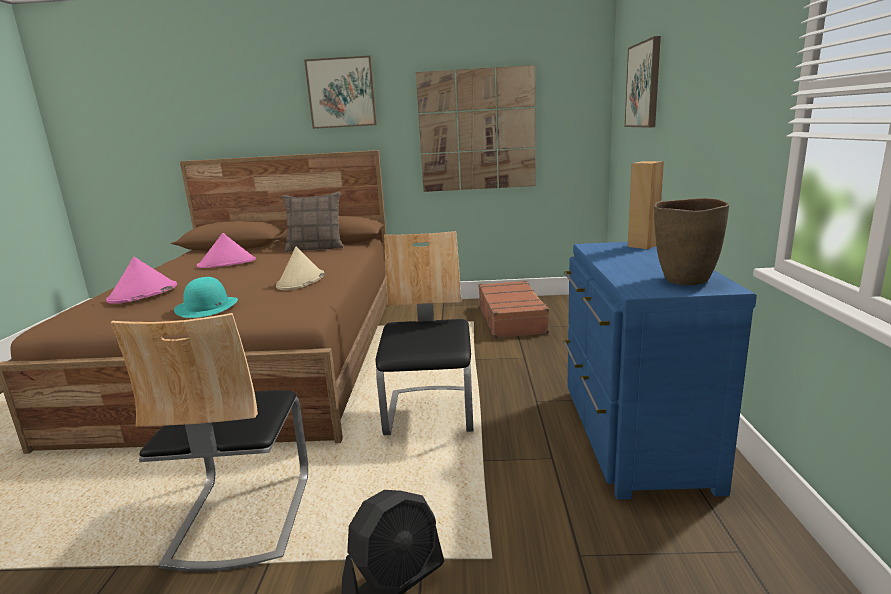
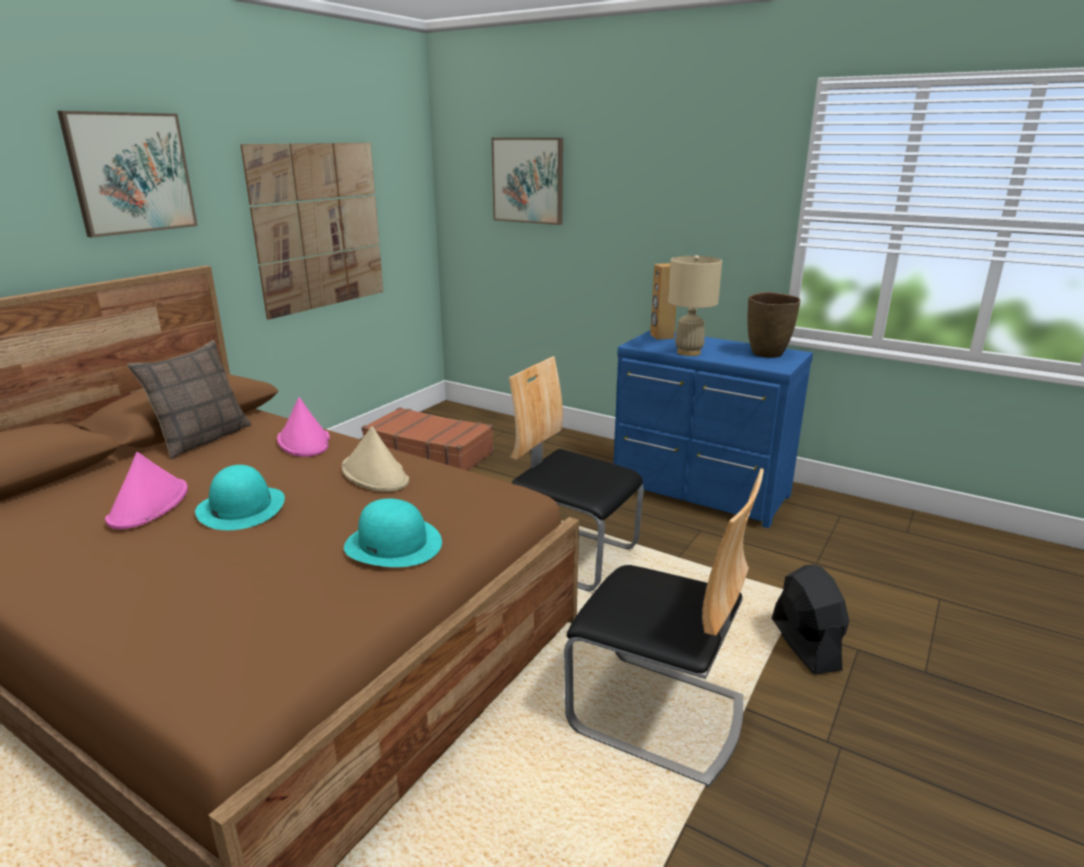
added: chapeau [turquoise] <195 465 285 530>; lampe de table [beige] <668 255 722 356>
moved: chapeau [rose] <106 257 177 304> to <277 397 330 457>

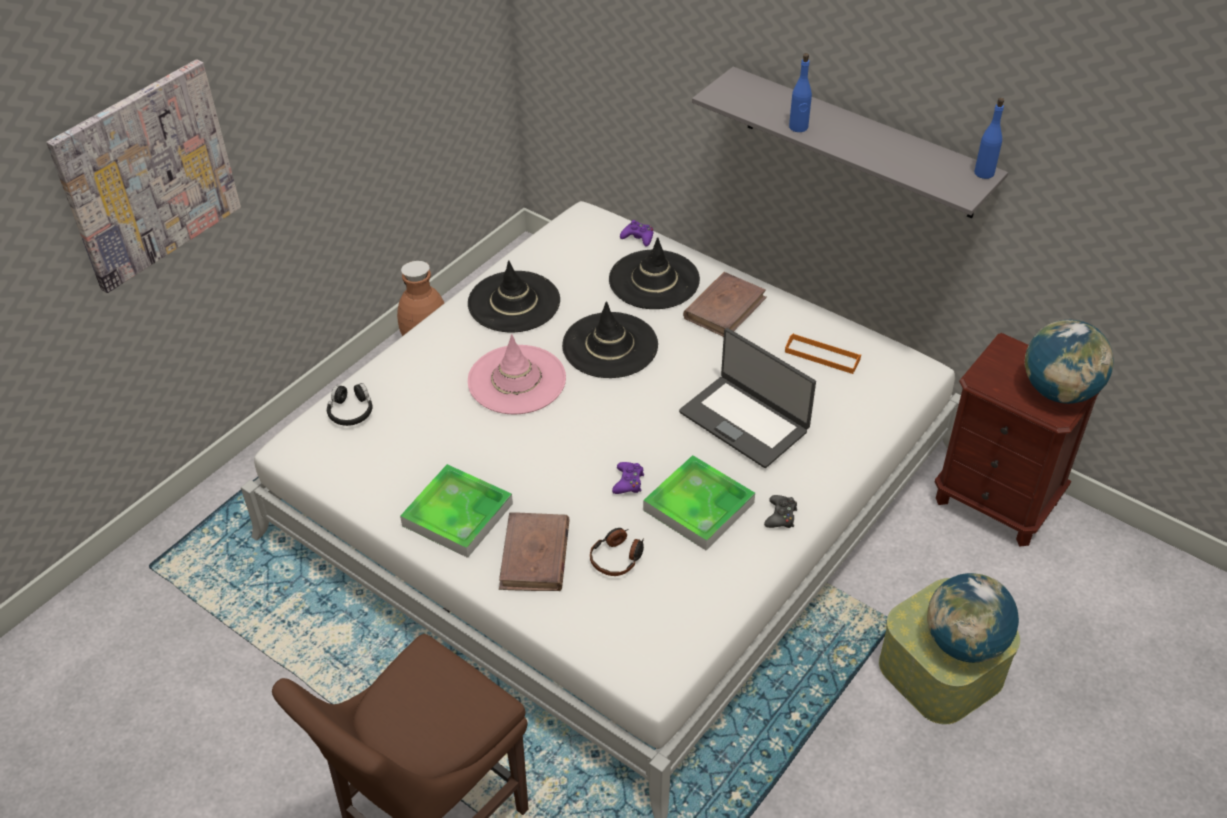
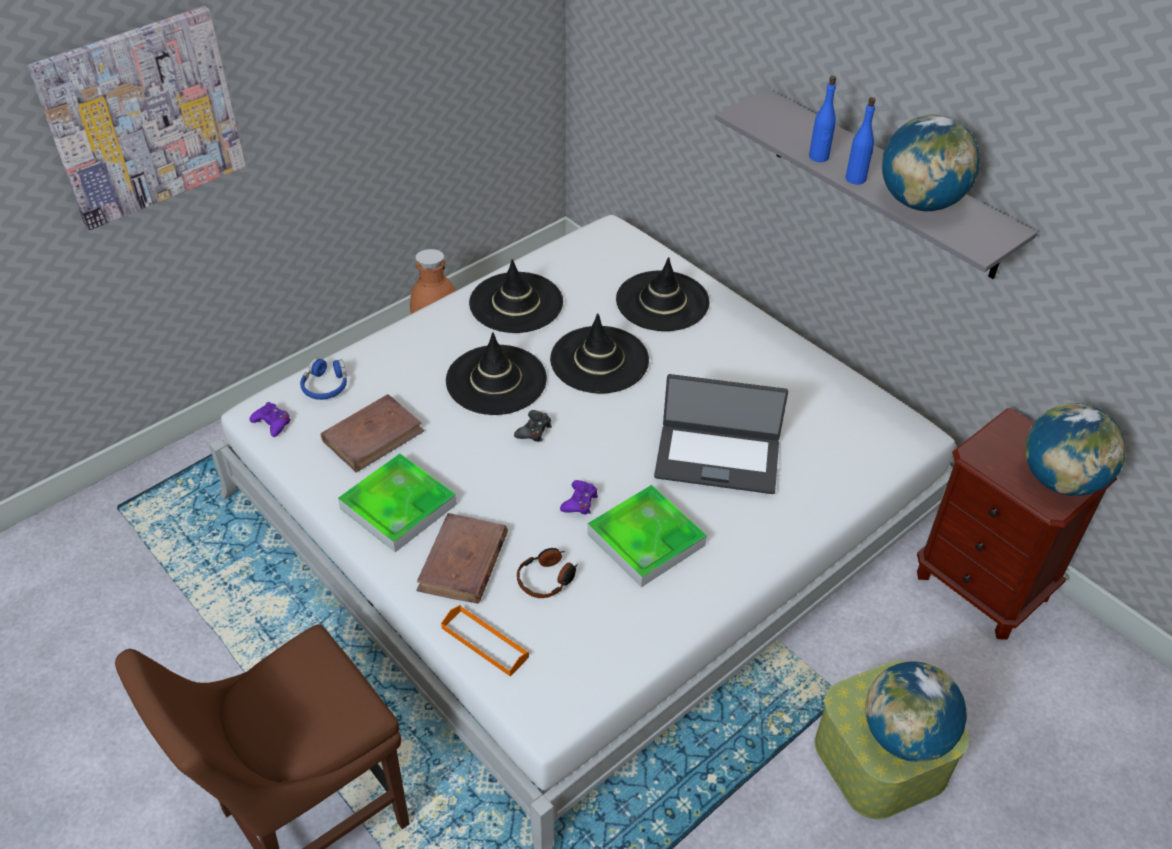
added: globe <882 114 980 211>
moved: manette [violet] <620 220 653 246> to <250 402 291 437>; livre [marron] <683 272 767 337> to <321 394 424 472>; manette [noir] <764 495 797 528> to <514 410 552 442>; plateau [orange] <785 333 861 374> to <441 605 529 677>; bouteille [bleu] <974 98 1004 179> to <845 97 876 185>
recoloured: casque audio [noir] <327 383 373 426> to casque audio [bleu] <300 358 347 400>; chapeau [rose] <468 334 566 414> to chapeau [noir] <446 332 547 415>
turned: ordinateur portable <679 328 816 468> = <654 374 788 494> 45 degrees counterclockwise

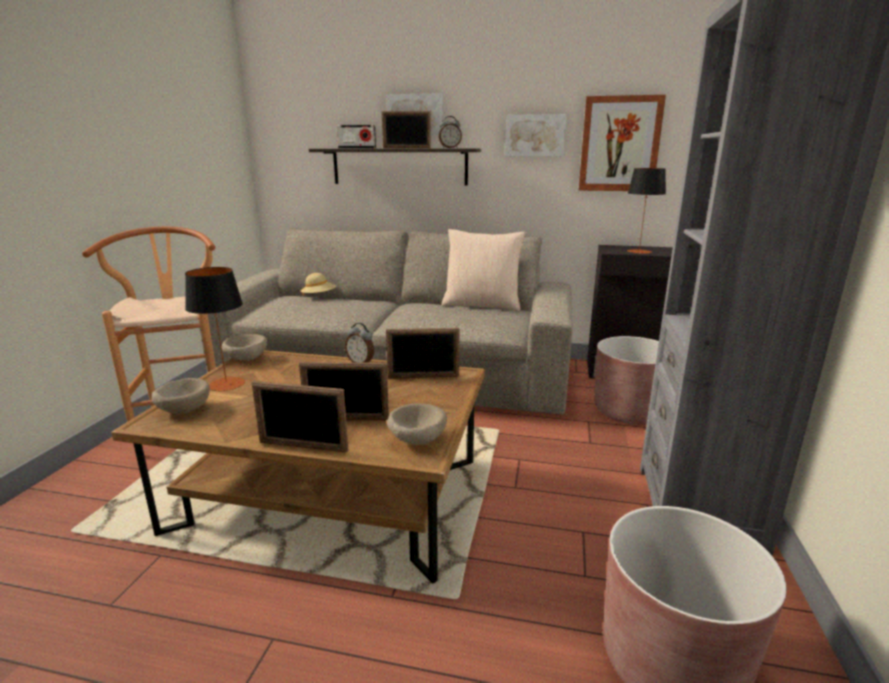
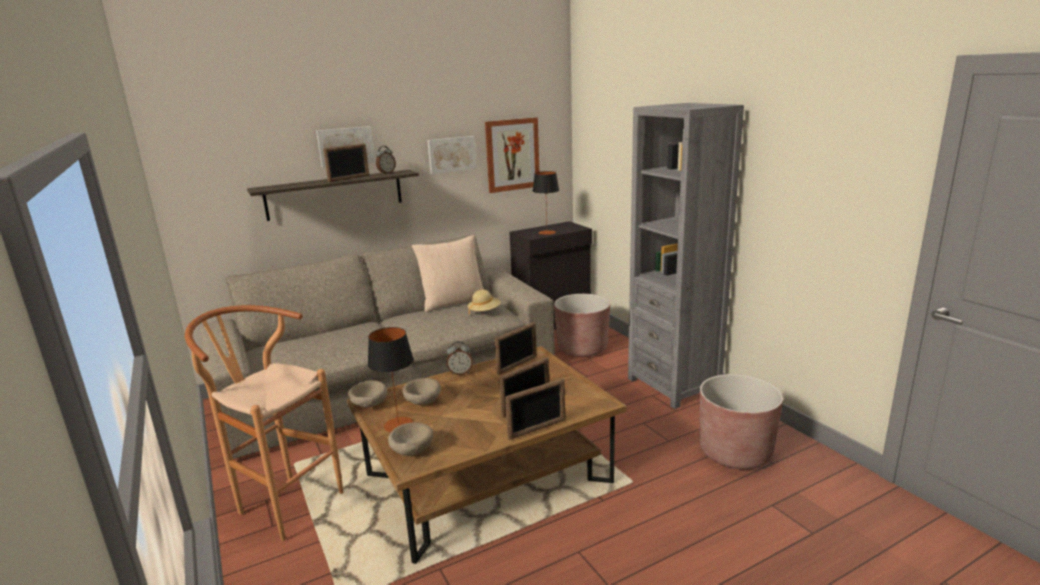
removed: radio <337 125 376 148>
moved: chapeau [beige] <301 273 336 296> to <467 289 501 316>; bol [beige] <387 403 447 445> to <402 378 441 405>

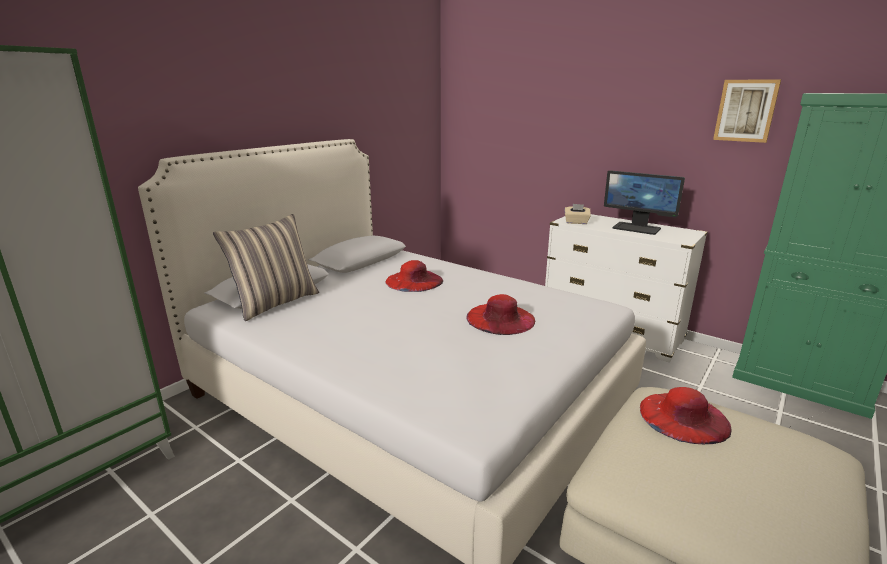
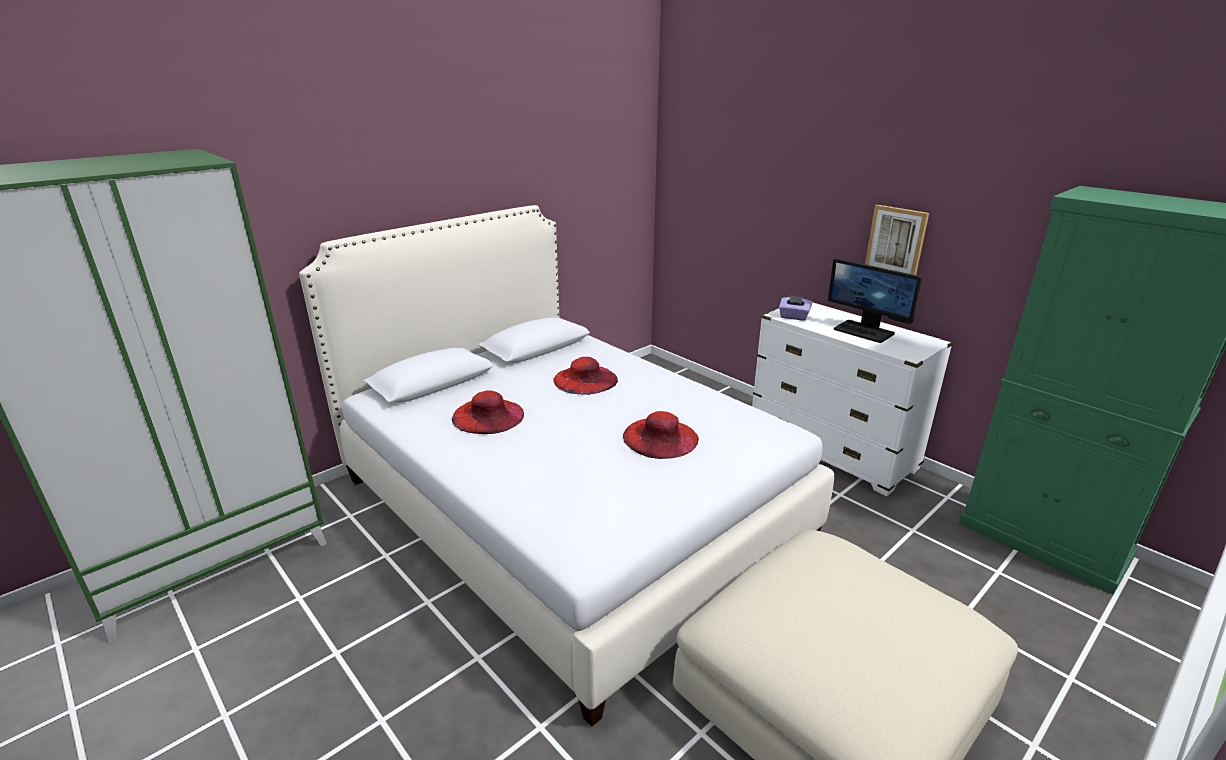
removed: coussin <213 214 319 321>
moved: chapeau [rouge] <640 387 732 444> to <452 390 524 434>; tableau <713 79 781 143> to <865 205 929 275>
recoloured: boîte à mouchoirs [beige] <565 204 591 224> to boîte à mouchoirs [violet] <779 295 812 321>

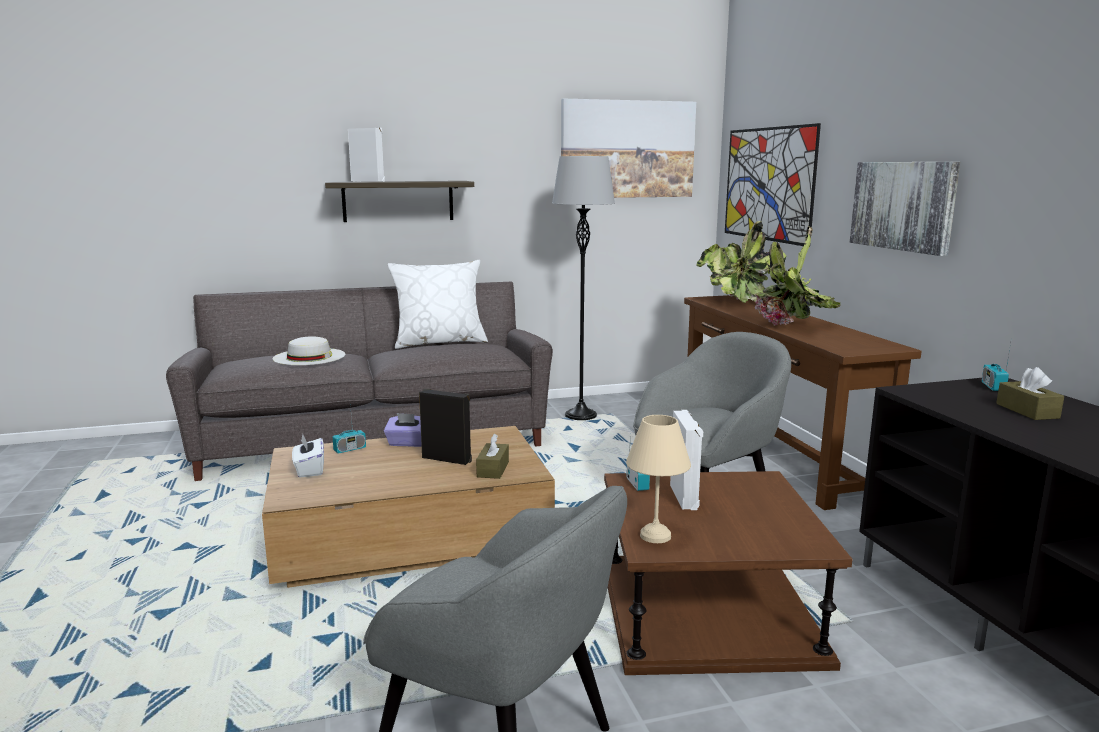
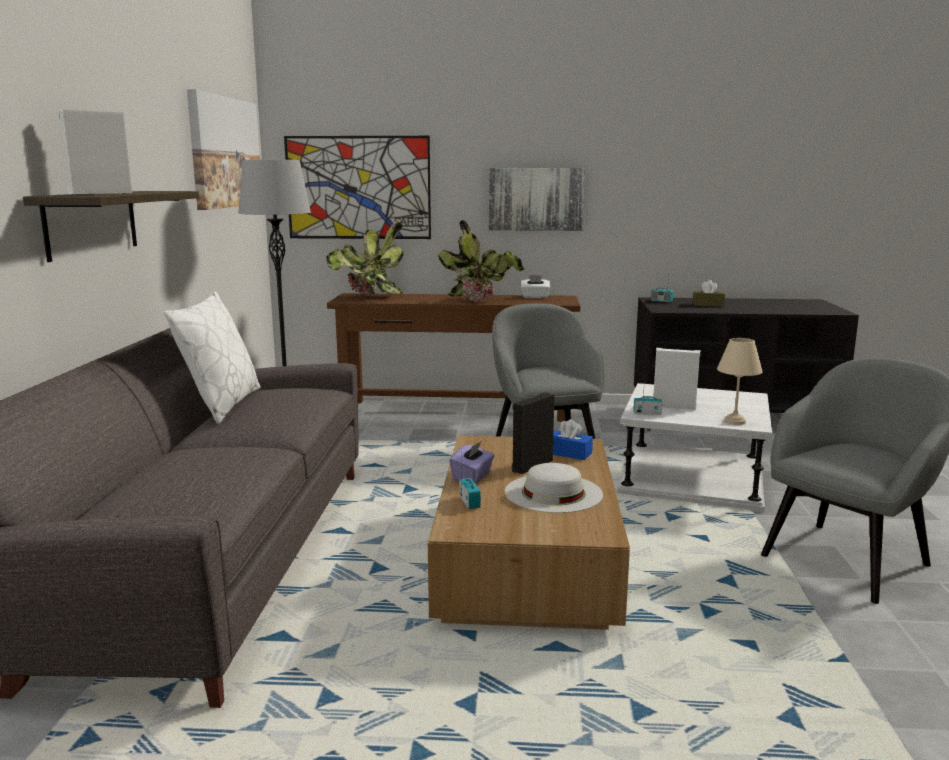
moved: chapeau [blanc] <273 336 346 365> to <505 463 603 513>; boîte à mouchoirs [blanc] <292 434 324 477> to <521 275 550 298>
recoloured: boîte à mouchoirs [marron] <476 434 509 479> to boîte à mouchoirs [bleu] <553 419 593 460>; table d'appoint [marron] <604 471 852 675> to table d'appoint [blanc] <617 383 772 513>

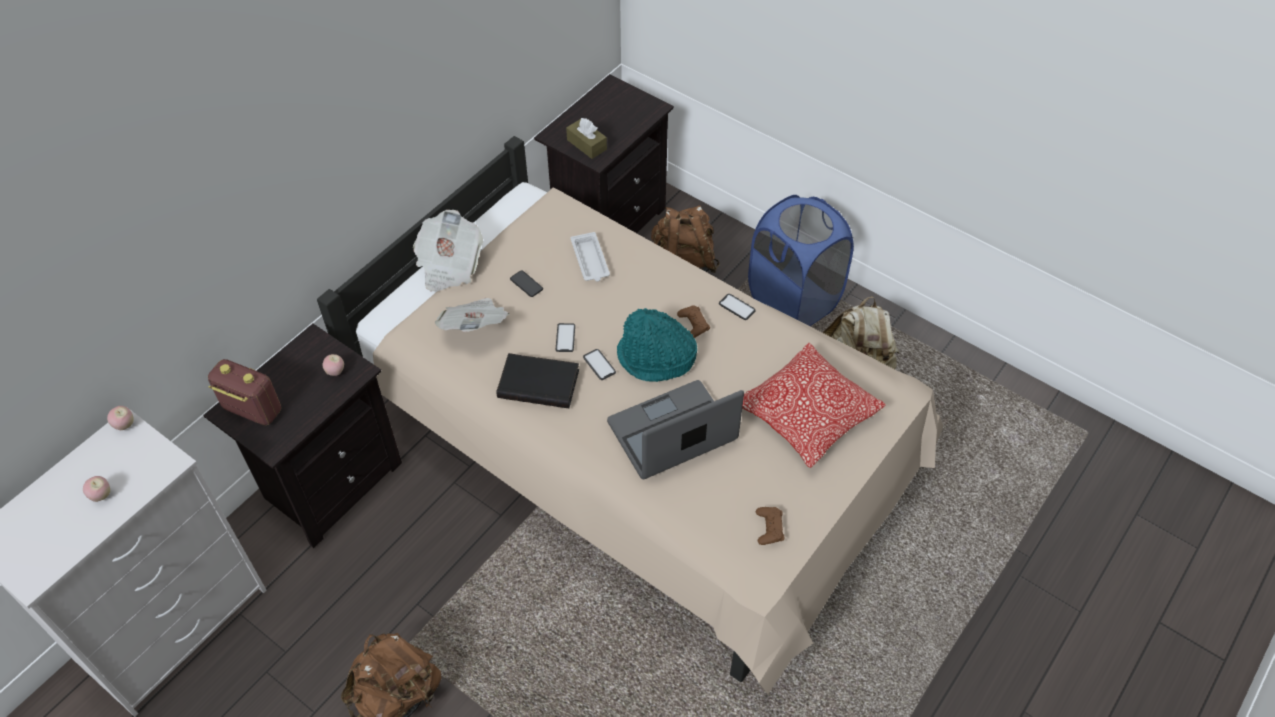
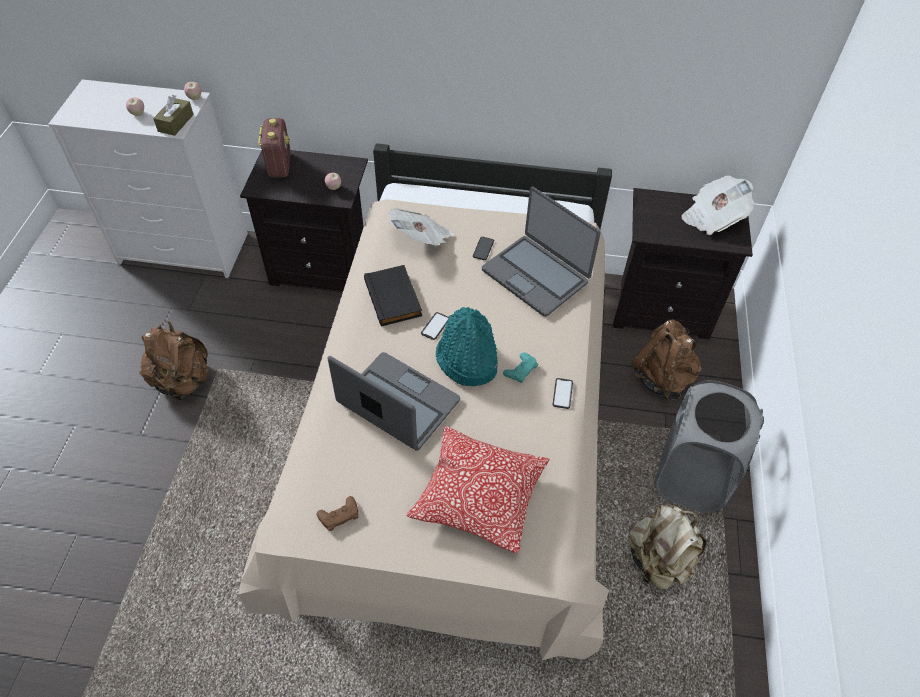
removed: téléphone <556 323 575 352>
moved: journal <413 210 483 292> to <682 176 754 235>; boîte à mouchoirs [marron] <566 118 607 159> to <153 95 194 136>
replaced: plateau [blanc] <571 232 610 282> to ordinateur portable <482 187 601 317>
recoloured: manette [marron] <677 305 710 338> to manette [turquoise] <503 352 538 383>; panier à linge [bleu] <748 195 854 326> to panier à linge [gris] <654 380 764 513>

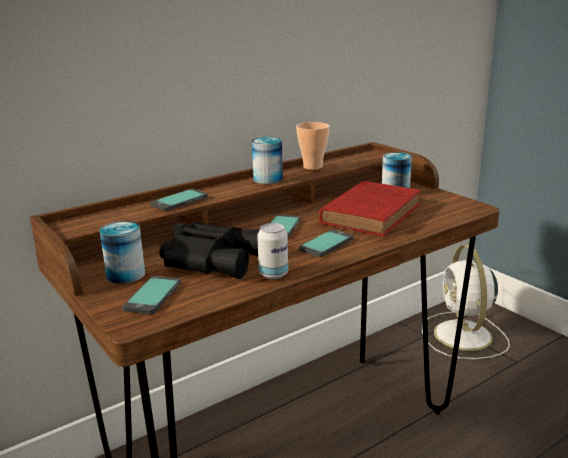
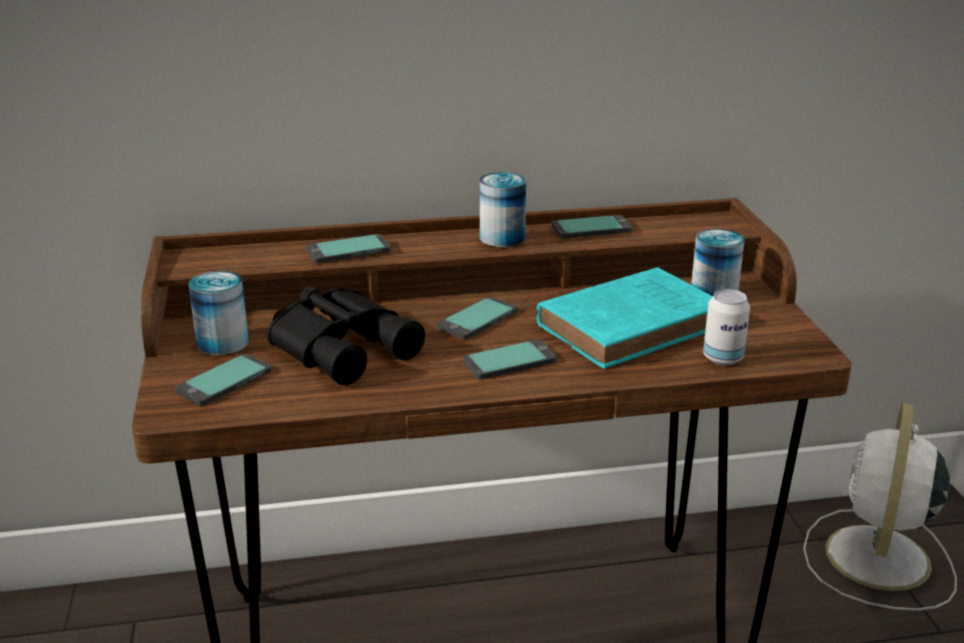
moved: boîte métallique <257 223 288 279> to <703 289 750 365>
replaced: tasse <296 122 330 170> to téléphone <551 215 632 239>
recoloured: livre [rouge] <319 181 421 236> to livre [turquoise] <536 267 713 369>

